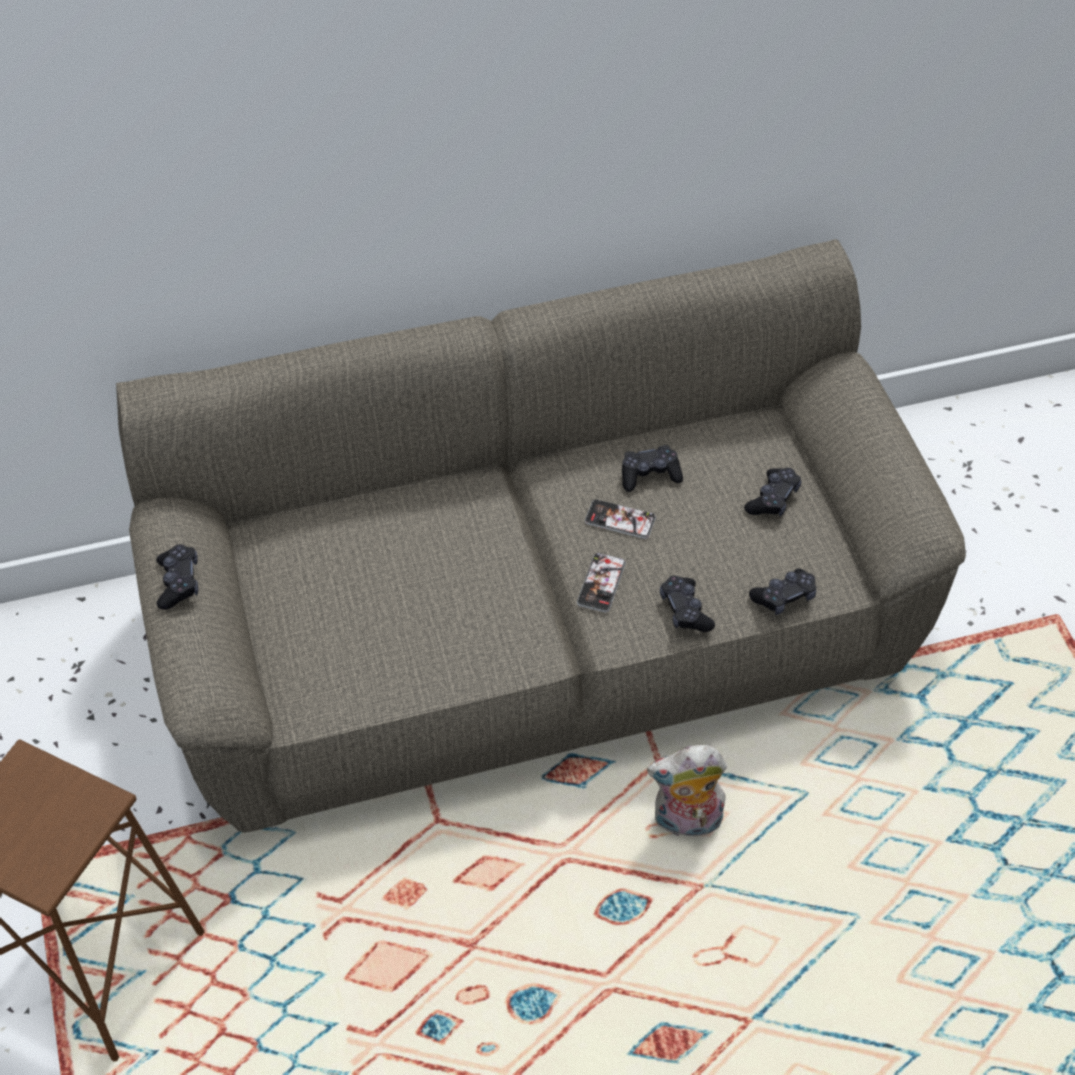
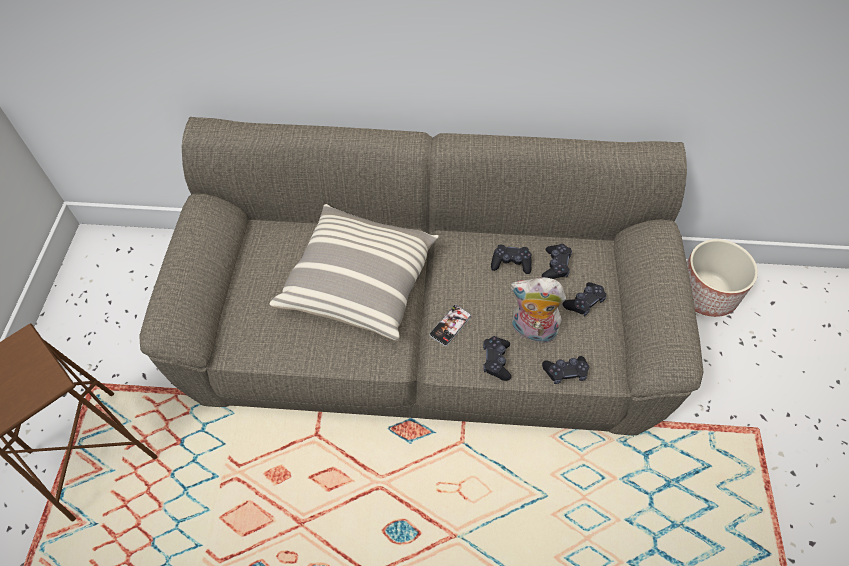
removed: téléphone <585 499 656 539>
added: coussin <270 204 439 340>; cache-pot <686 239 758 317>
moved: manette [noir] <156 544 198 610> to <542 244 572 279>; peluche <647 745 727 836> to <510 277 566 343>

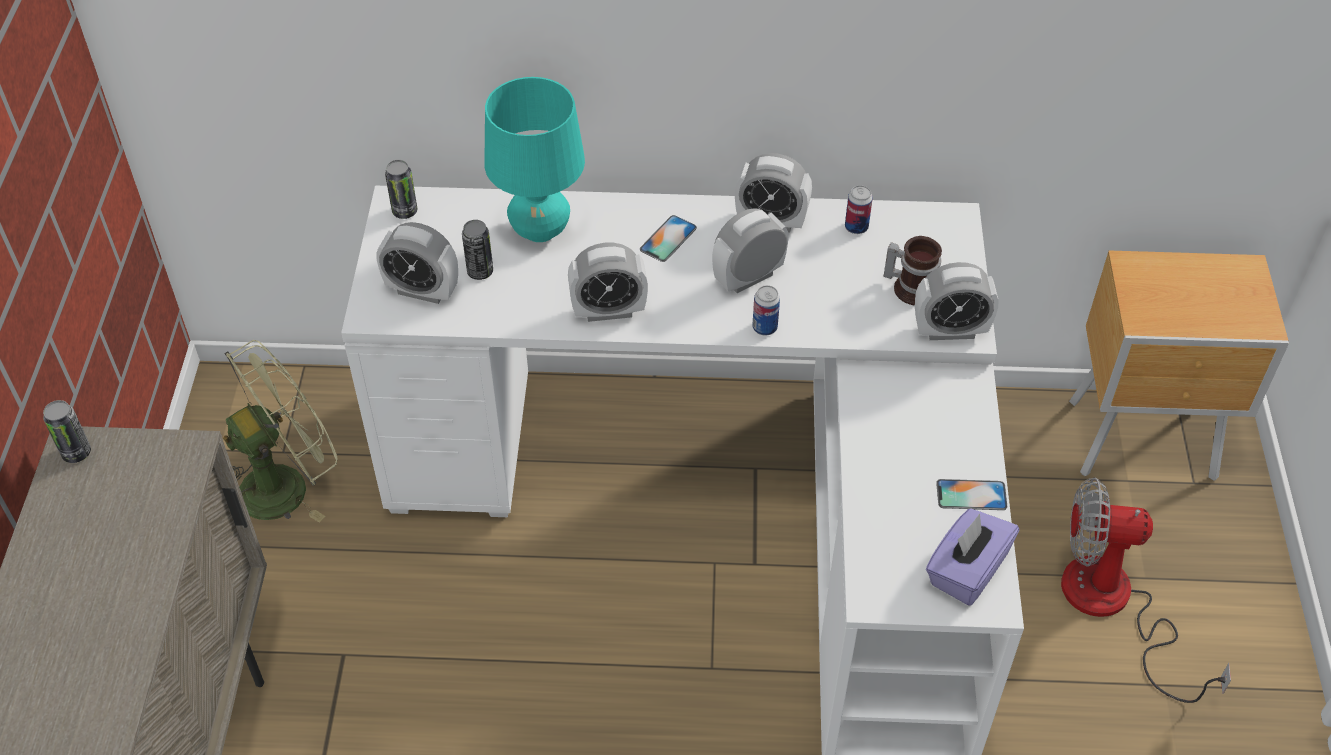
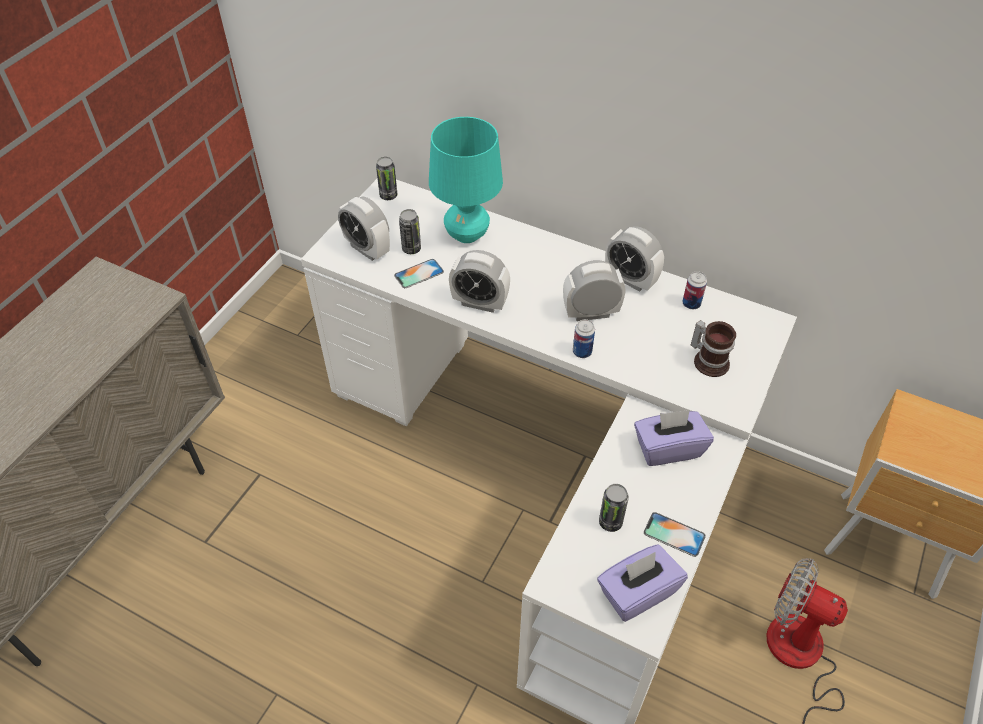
removed: ventilateur [vert] <223 340 338 522>; réveil <915 262 998 340>
added: boîte à mouchoirs [violet] <634 410 714 466>
moved: boîte métallique <43 400 91 463> to <599 484 629 532>; téléphone <640 215 697 262> to <394 259 444 288>

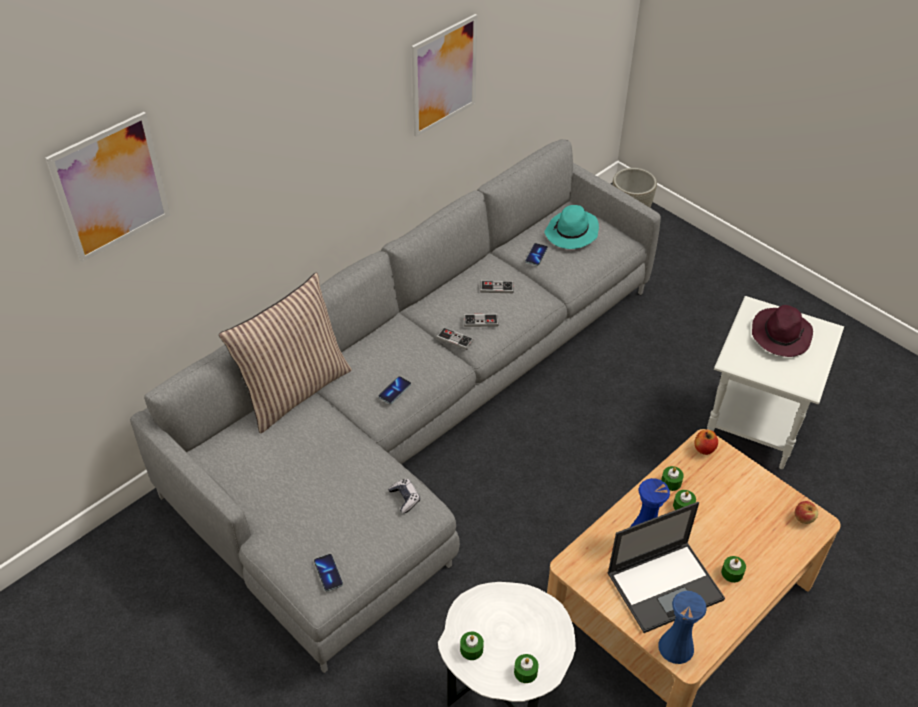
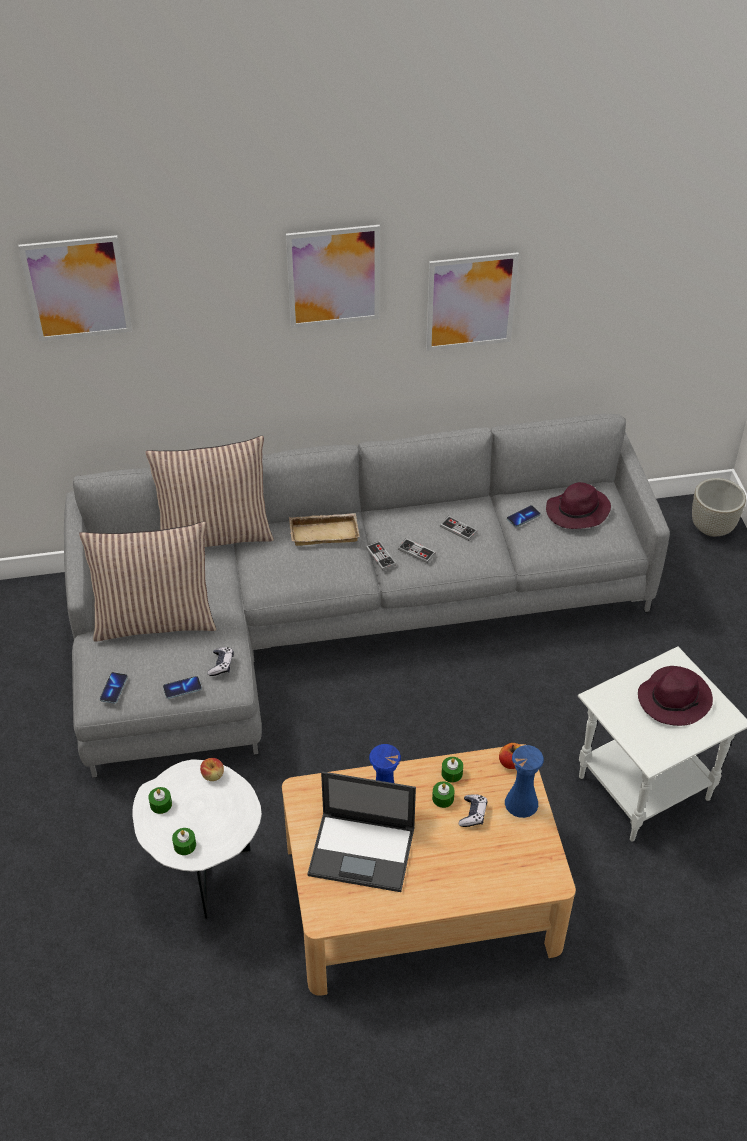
removed: bougie [vert] <721 556 746 583>
added: coussin <79 521 217 642>; tableau <286 225 380 328>; plateau [beige] <289 513 360 546>; manette <459 794 488 827>
moved: téléphone <379 376 411 404> to <163 676 202 699>; vase [bleu] <658 591 707 664> to <505 745 544 818>; pomme <795 501 818 524> to <200 758 224 781>
recoloured: chapeau [turquoise] <544 205 599 249> to chapeau [violet] <546 482 611 529>

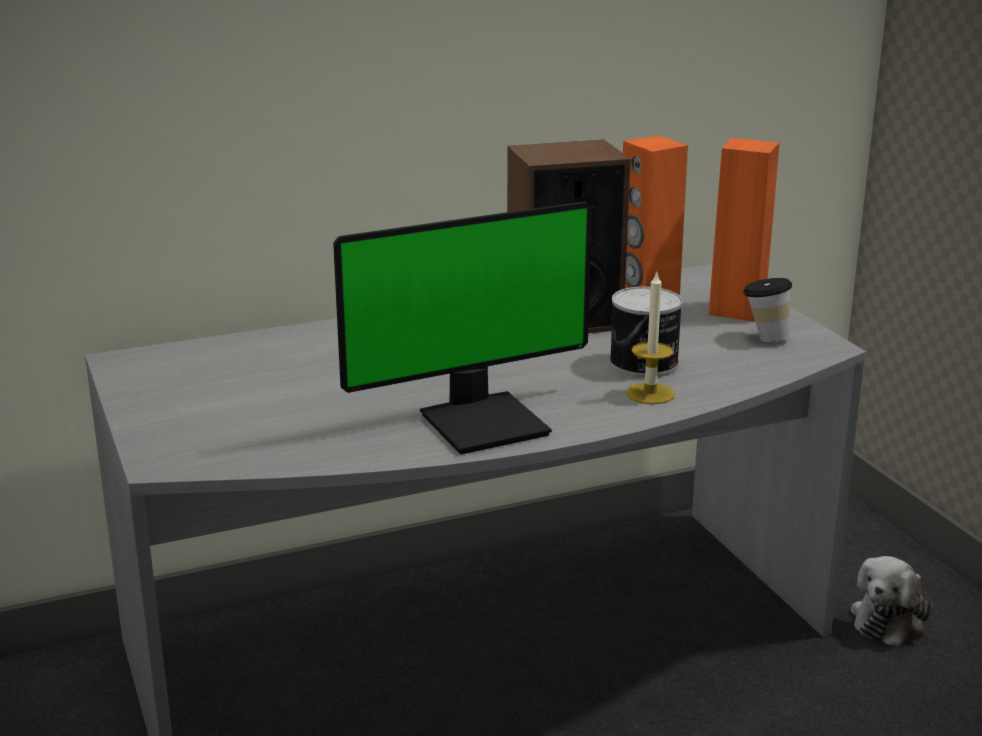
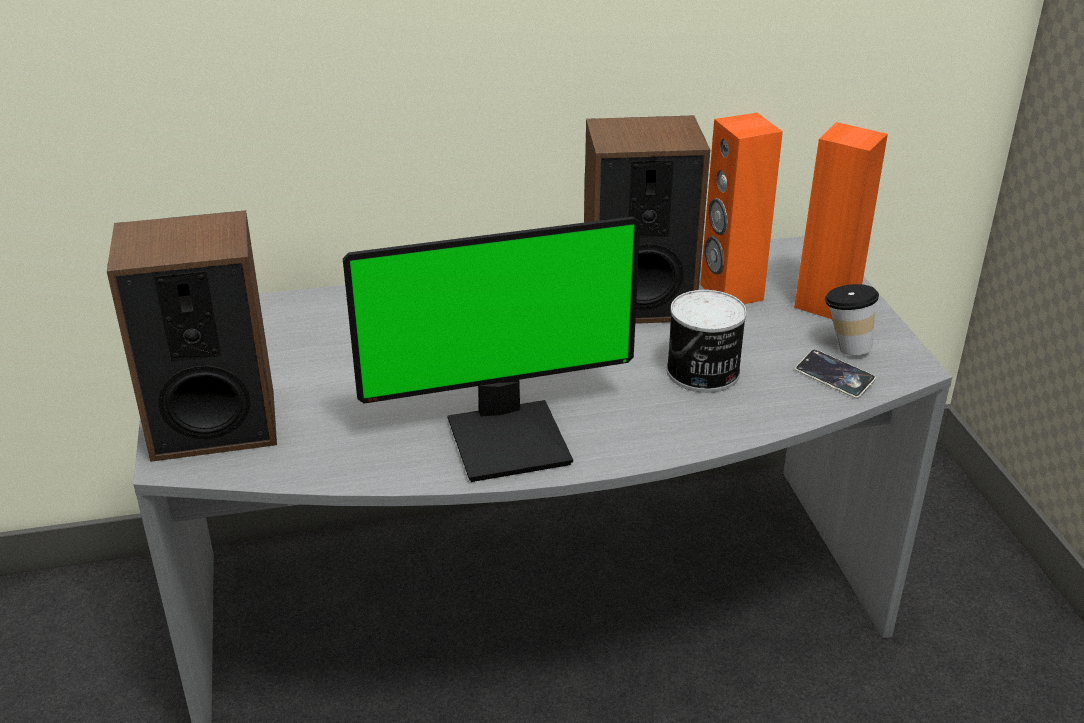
removed: bougie <626 270 675 404>; peluche <851 556 932 647>
added: enceinte <107 210 277 462>; téléphone <795 349 876 399>

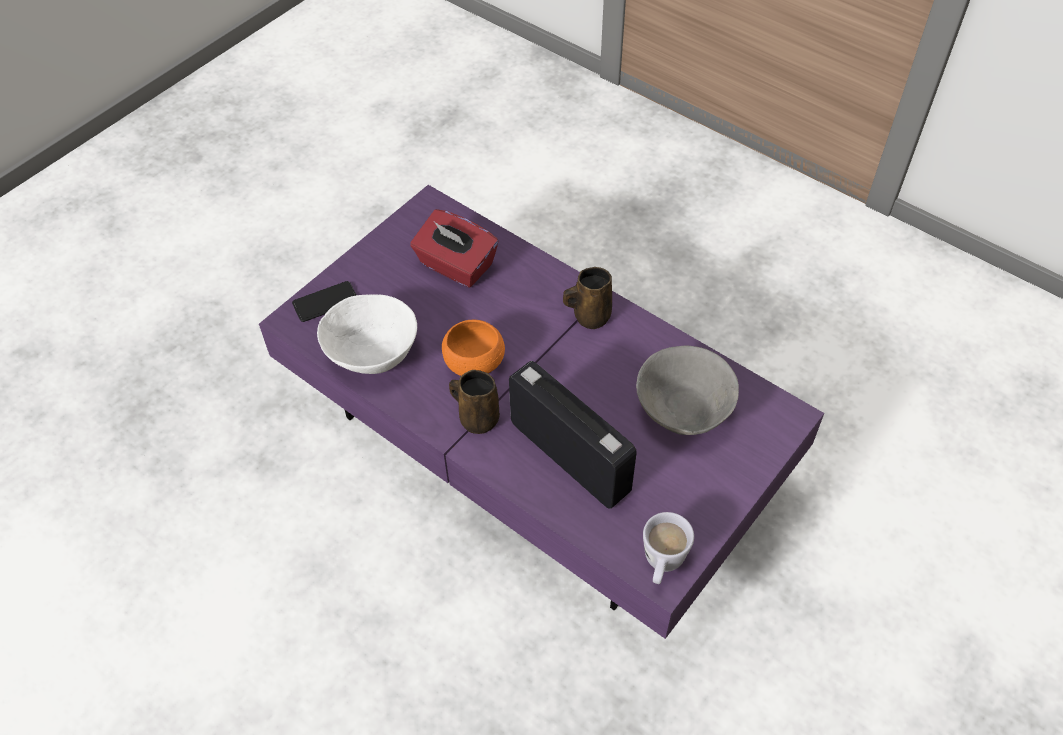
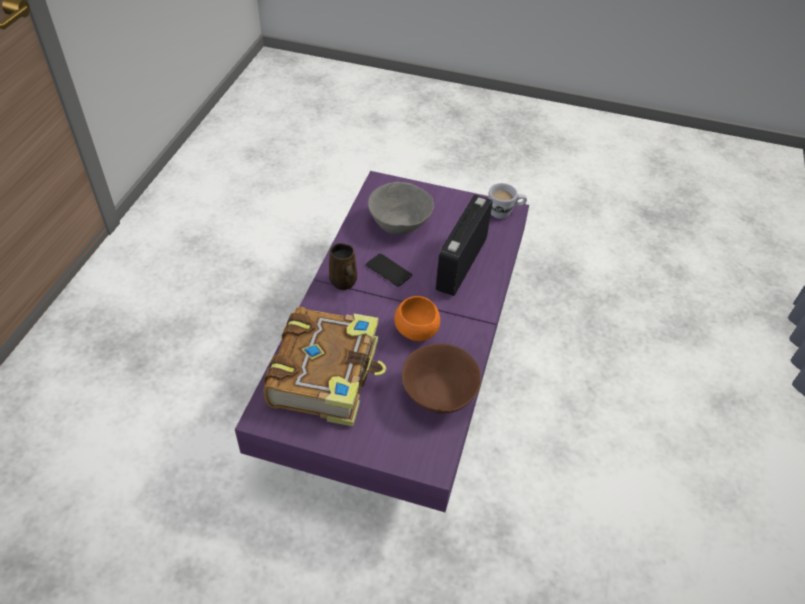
removed: mug [marron] <449 370 500 434>
moved: téléphone <292 281 357 322> to <366 254 412 287>
replaced: boîte à mouchoirs [rouge] <410 209 498 287> to livre <264 307 386 426>
recoloured: bol [blanc] <317 294 417 374> to bol [marron] <402 344 481 414>

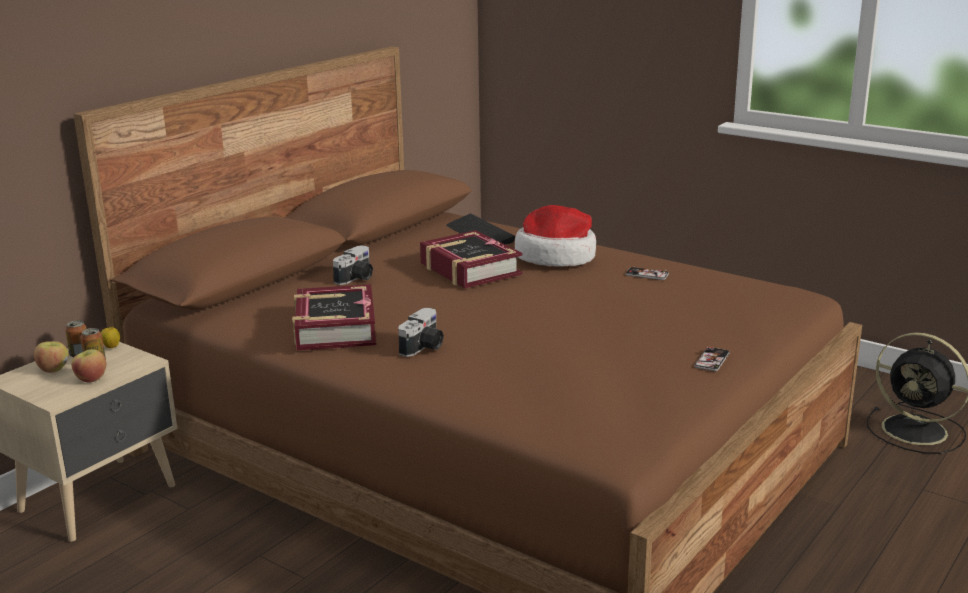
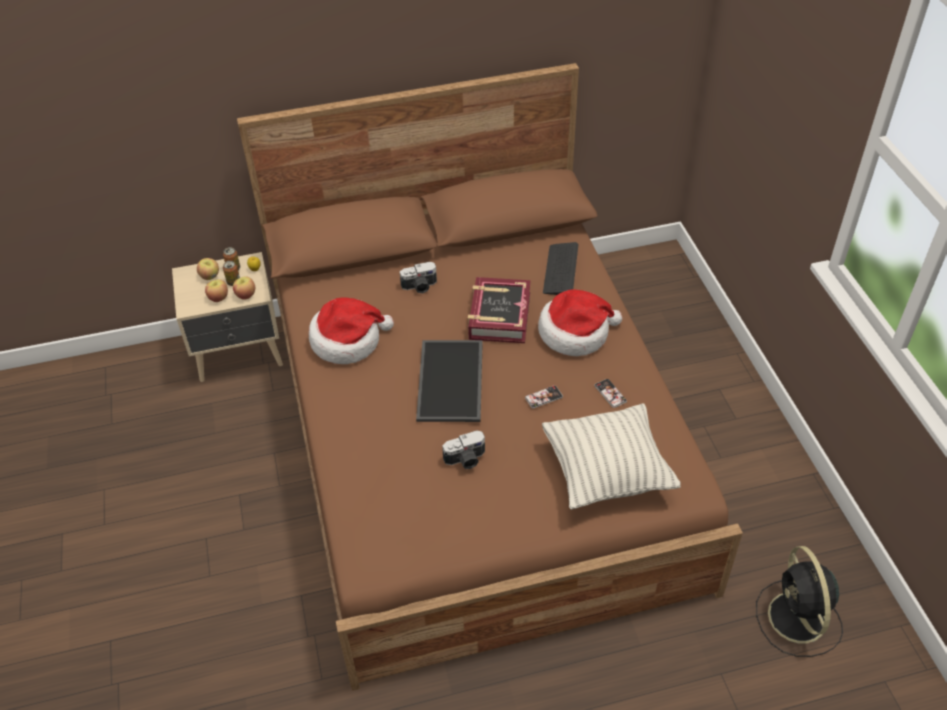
added: pomme <233 276 255 300>; plateau <416 340 483 422>; coussin <542 403 681 510>
moved: appareil photo <398 307 444 357> to <442 430 485 469>; téléphone <694 347 729 371> to <525 386 563 408>
replaced: livre <292 284 376 350> to chapeau <309 298 394 364>

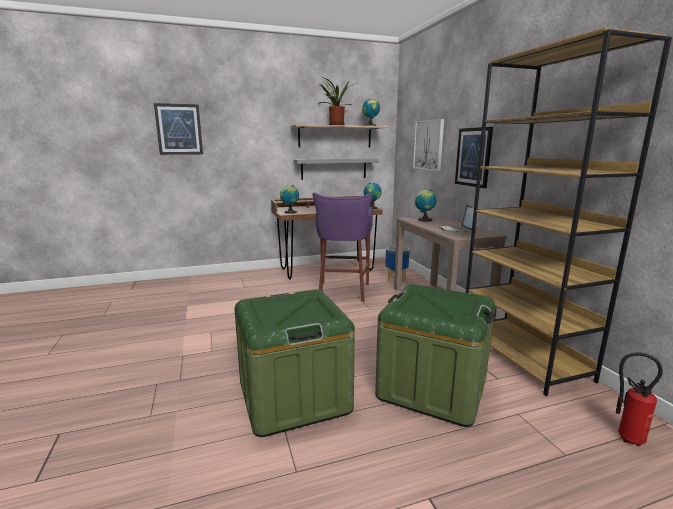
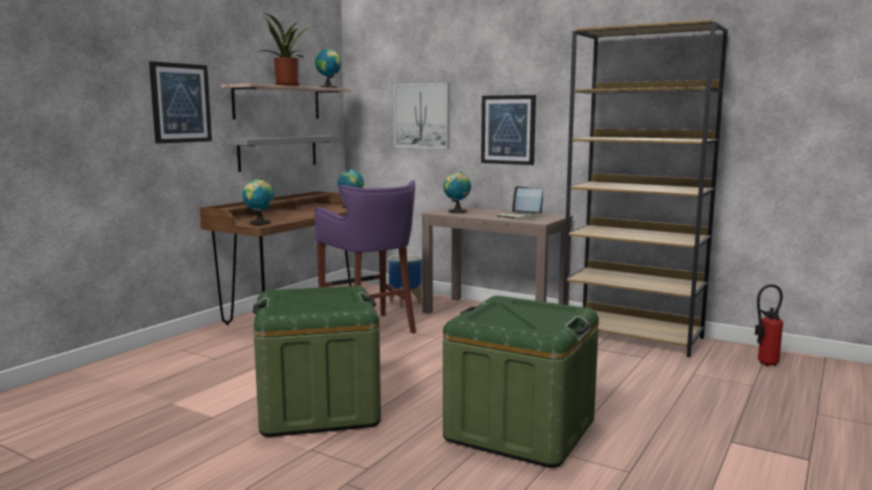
moved: tableau <154 103 203 155> to <149 61 212 144>; boîte de rangement [vert] <375 284 495 427> to <253 286 381 437>

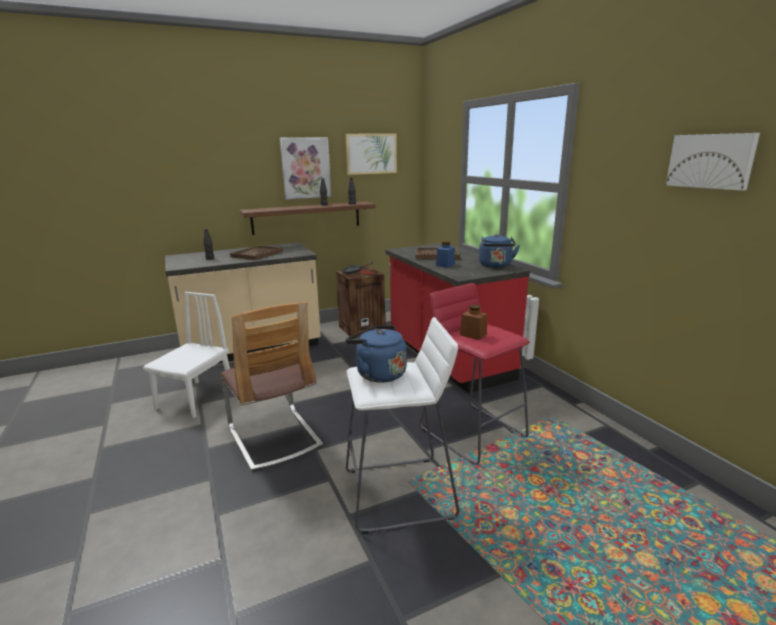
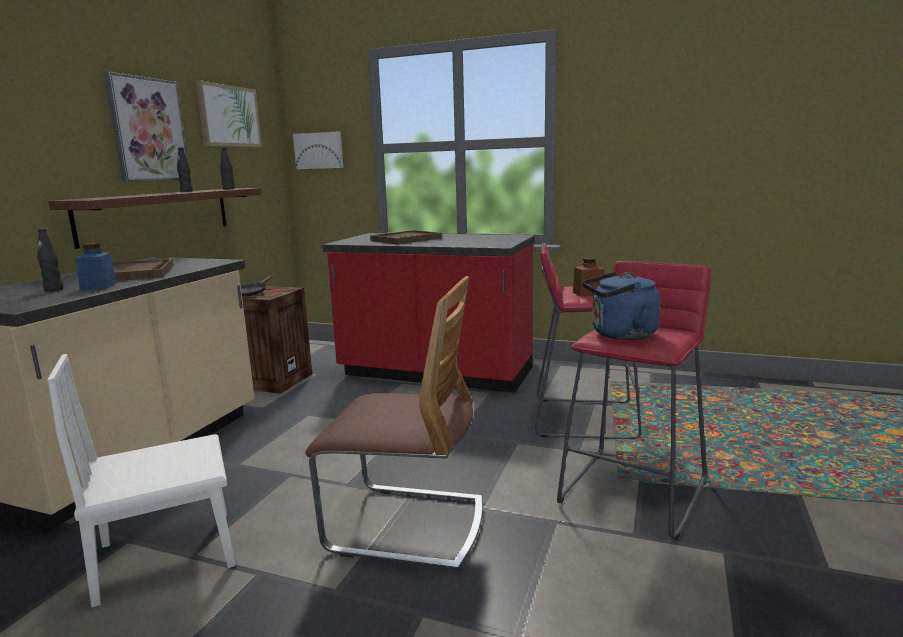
removed: bouilloire [bleu] <479 234 520 268>
moved: bocal [bleu] <436 241 455 268> to <75 243 117 290>; tableau <666 133 760 191> to <293 132 343 169>
recoloured: tabouret [blanc] <346 317 459 534> to tabouret [rouge] <557 261 711 540>
turned: chaise [blanc] <143 292 230 418> = <47 354 235 607> 90 degrees counterclockwise

